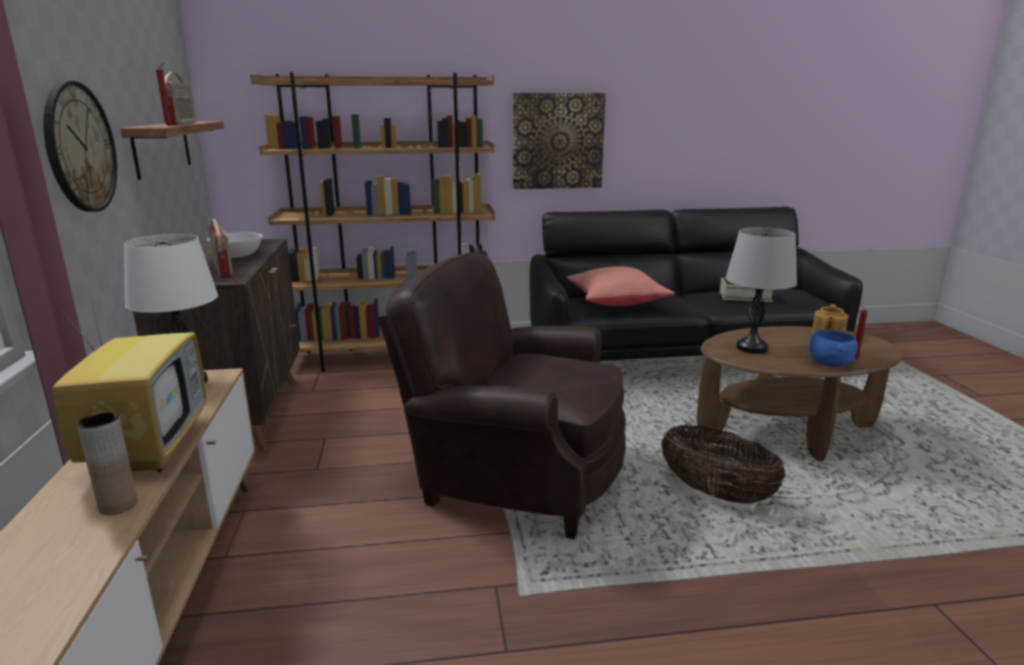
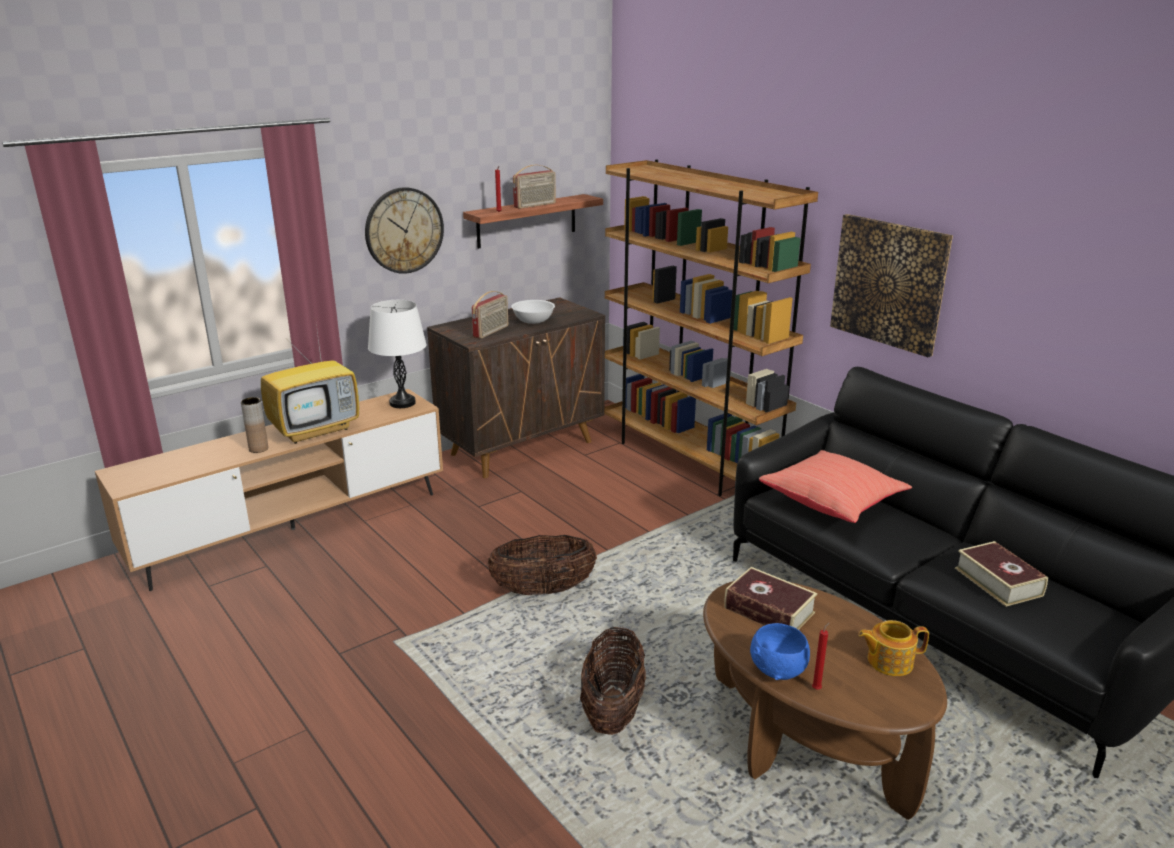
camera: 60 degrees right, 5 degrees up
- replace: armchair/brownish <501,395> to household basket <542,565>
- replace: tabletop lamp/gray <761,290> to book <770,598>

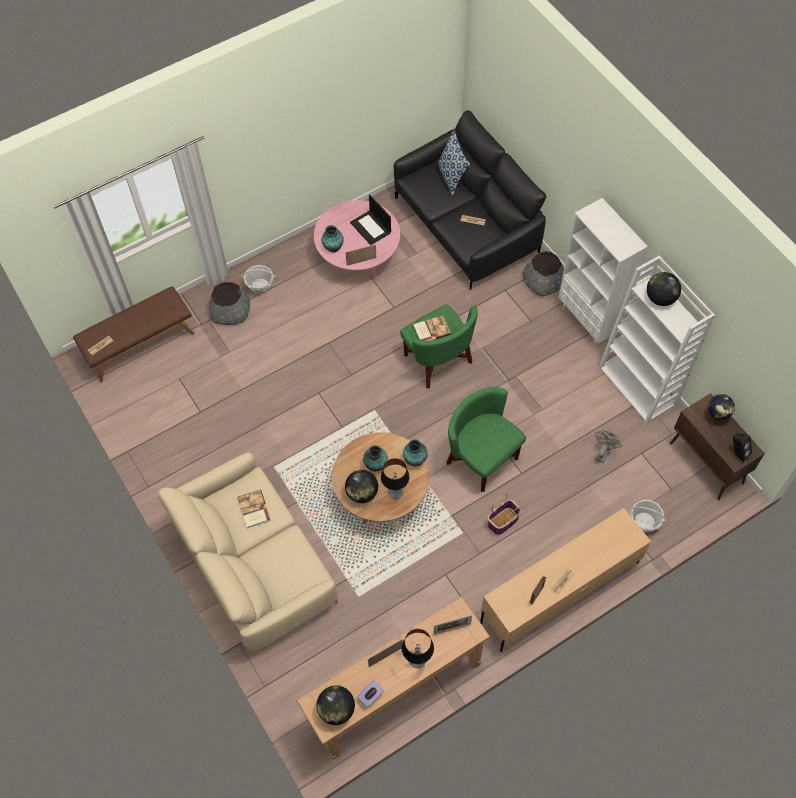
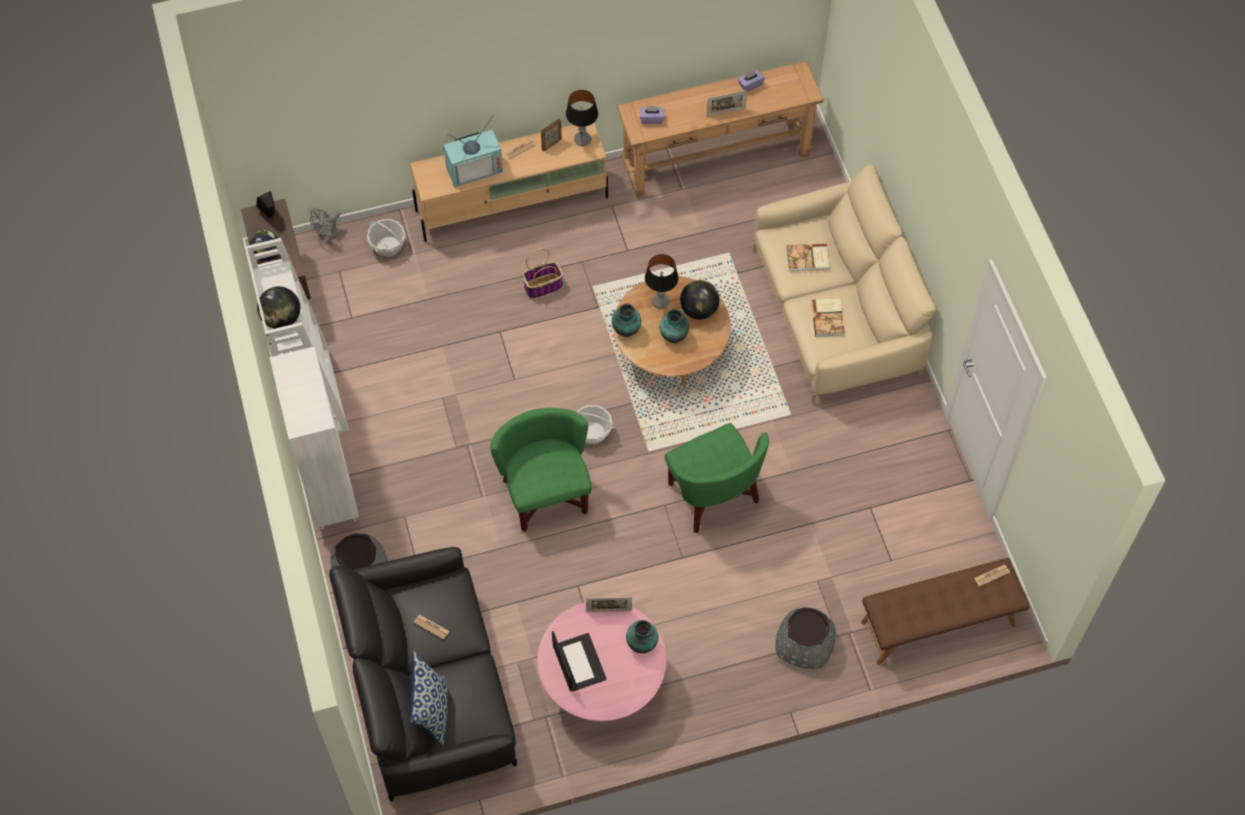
camera: 165 degrees left, 0 degrees up
- move: fan/gray <608,447> to <326,225>
- insert: TV <473,151>
- move: tabletop lamp <418,648> to <582,118>
- move: household basket <258,279> to <596,425>
- replace: photo frame <453,625> to tissue box/purplish <652,114>
- move: armchair/green <486,439> to <717,478>
- move: book <432,328> to <808,257>
- delete: globe <336,705>

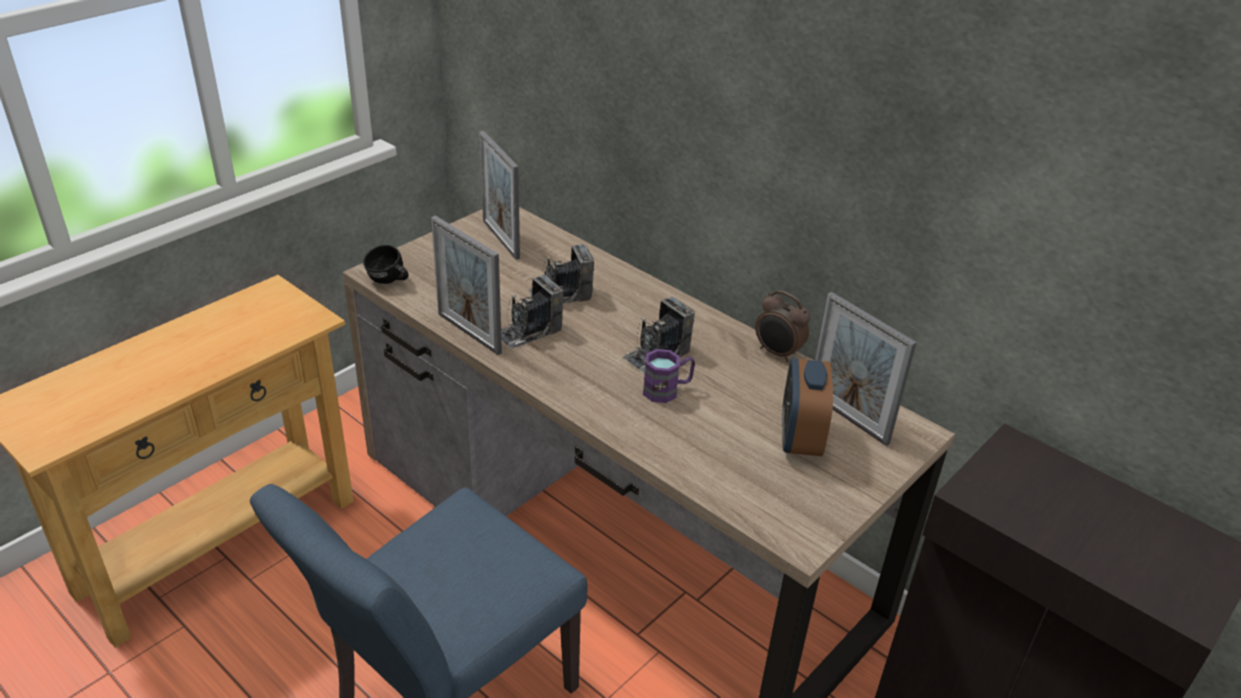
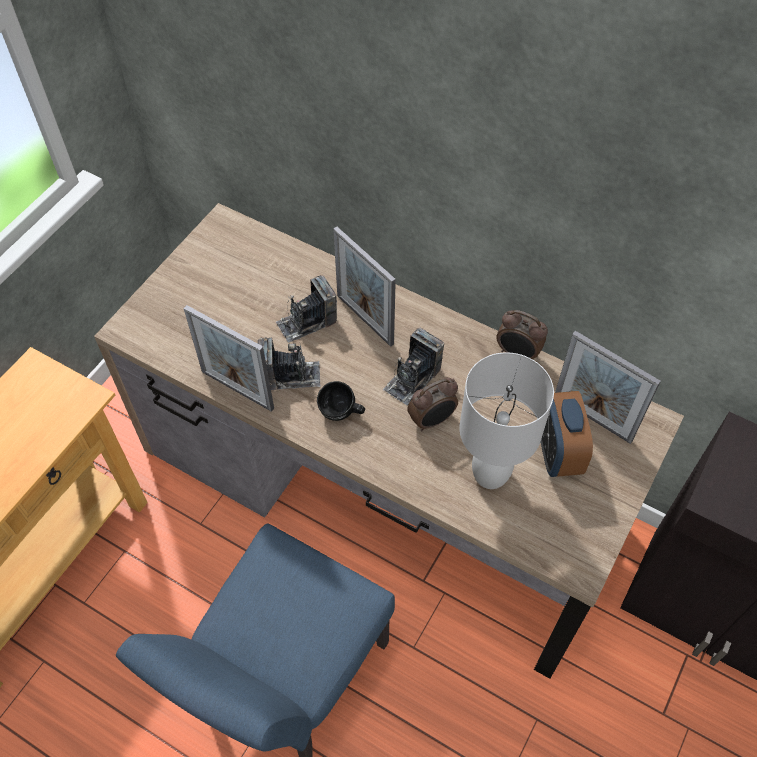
camera: 10 degrees left, 20 degrees up
- rotate: photo camera <532,312> = <289,363> 135 degrees counterclockwise
- move: mug/black-coloured <386,264> to <341,401>
- move: photo frame <499,195> to <364,287>
- replace: mug/purplish <669,376> to bedside clock <432,404>
- insert: tabletop lamp/whitish <506,421>

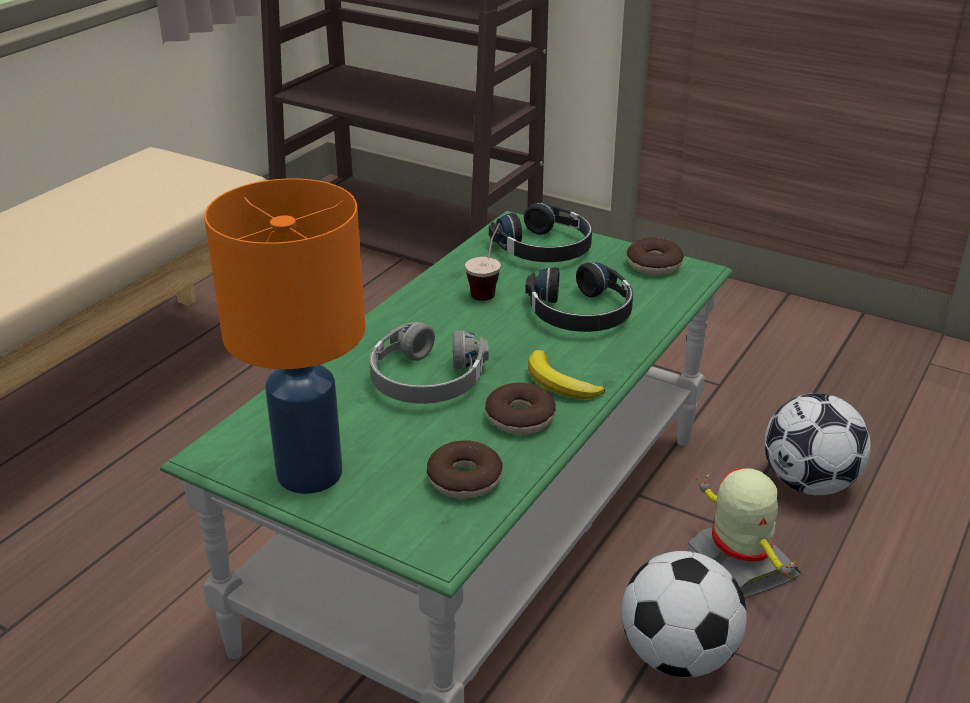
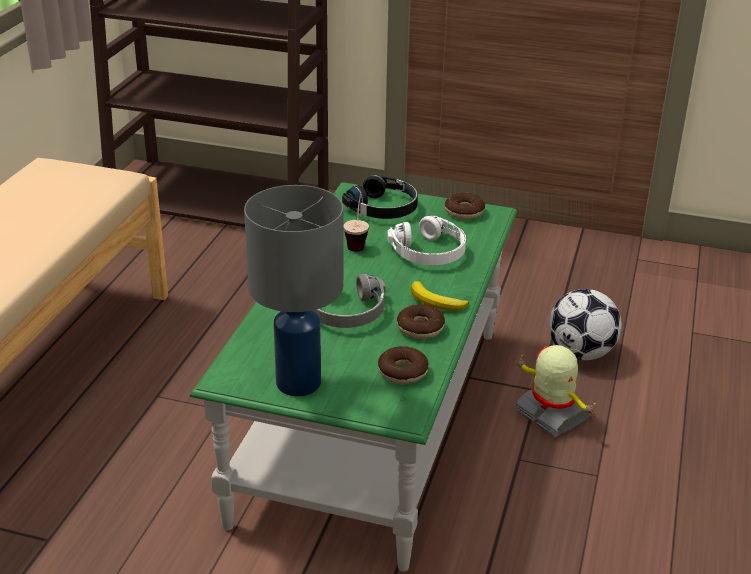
camera: 15 degrees left, 0 degrees up
- recolor: tabletop lamp/orange <284,336> to tabletop lamp/gray <293,290>
- recolor: headphones/black-coloured <579,297> to headphones/whitish <426,240>
- delete: football <684,614>

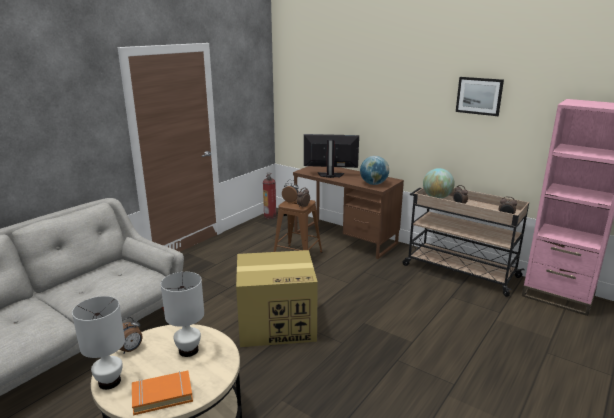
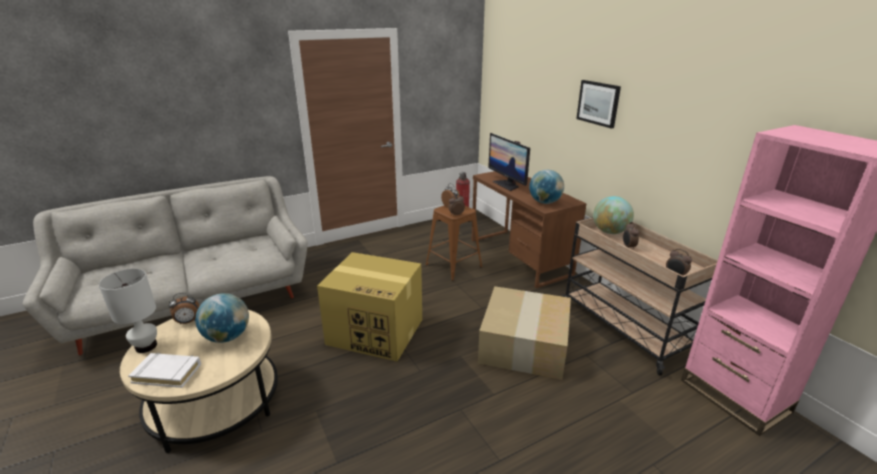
camera: 25 degrees right, 5 degrees up
- recolor: book/orange <162,393> to book/whitish <164,370>
- replace: tabletop lamp/whitish <182,314> to globe <222,318>
- insert: carton <524,333>
- rotate: monitor <331,156> = <509,162> 150 degrees counterclockwise
- move: picture <480,96> to <598,104>

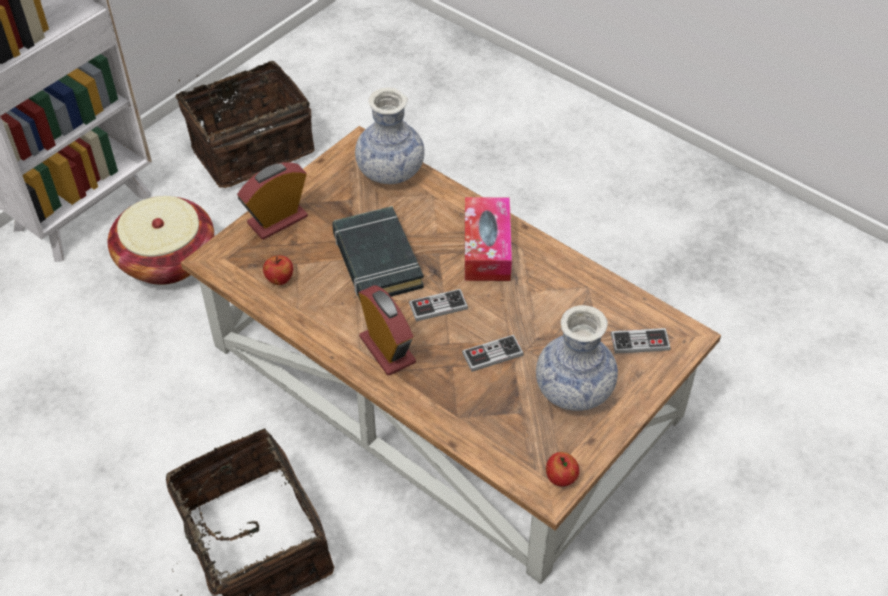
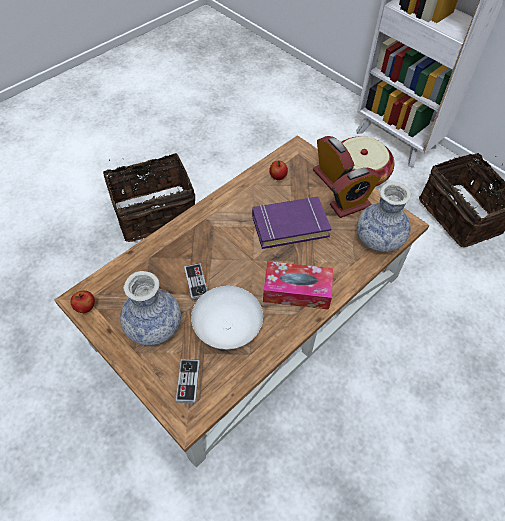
camera: 95 degrees right, 5 degrees up
- insert: deep dish/whitish <227,318>
- recolor: book/black-coloured <378,254> to book/purplish <291,223>
- move: bedside clock <387,330> to <355,193>
- delete: joypad <438,305>

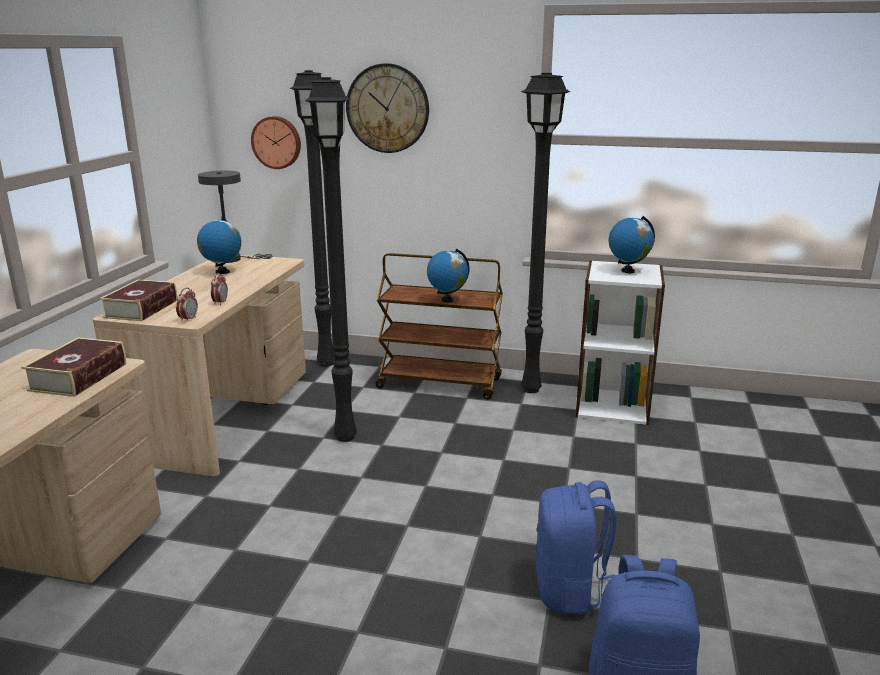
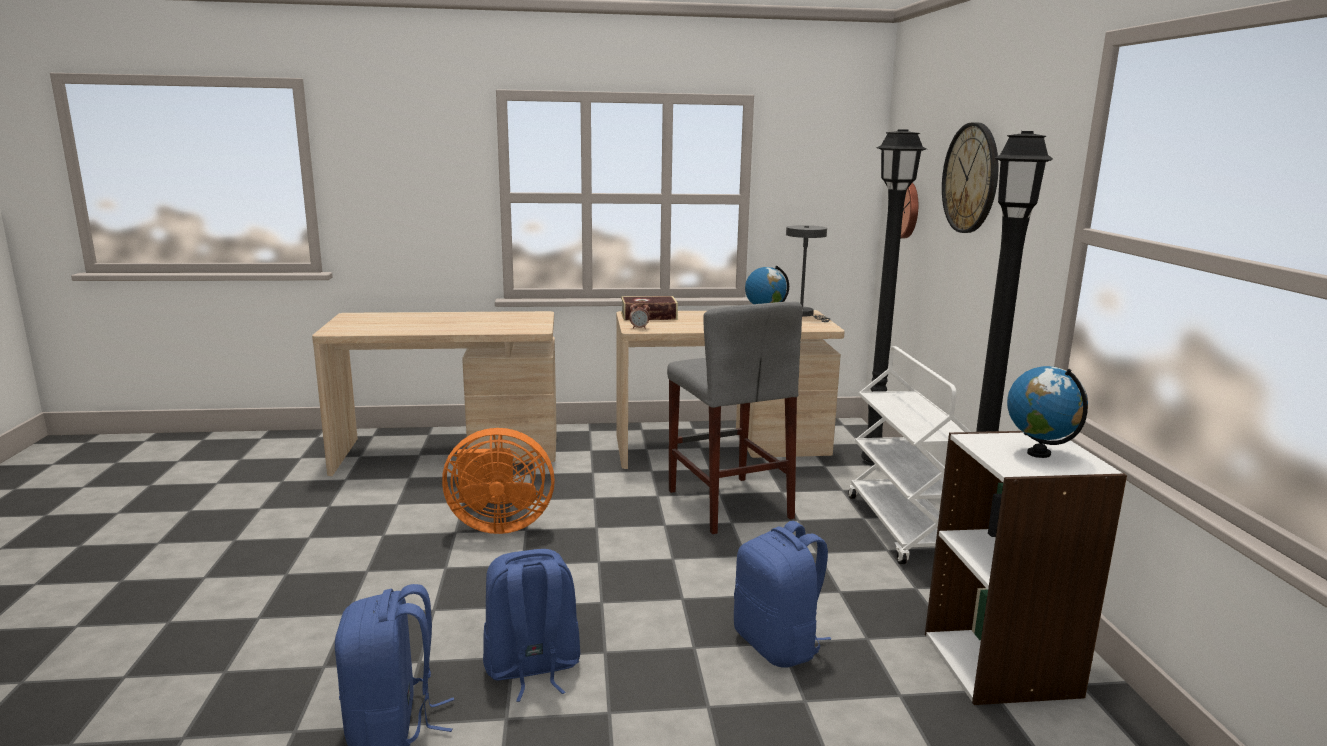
camera: 70 degrees right, 5 degrees down
- insert: fan/orange <498,481>
- replace: standard lamp/black-coloured <331,259> to sitting stool/gray <735,418>
- insert: knapsack/bluish <782,594>
- recolor: cart/brownish <439,326> to cart/whitish <909,455>
- delete: book <73,367>
- delete: bedside clock <219,289>
- delete: globe <448,275>

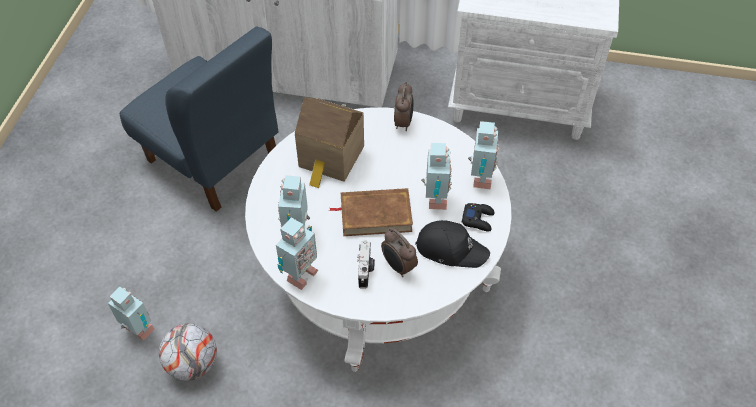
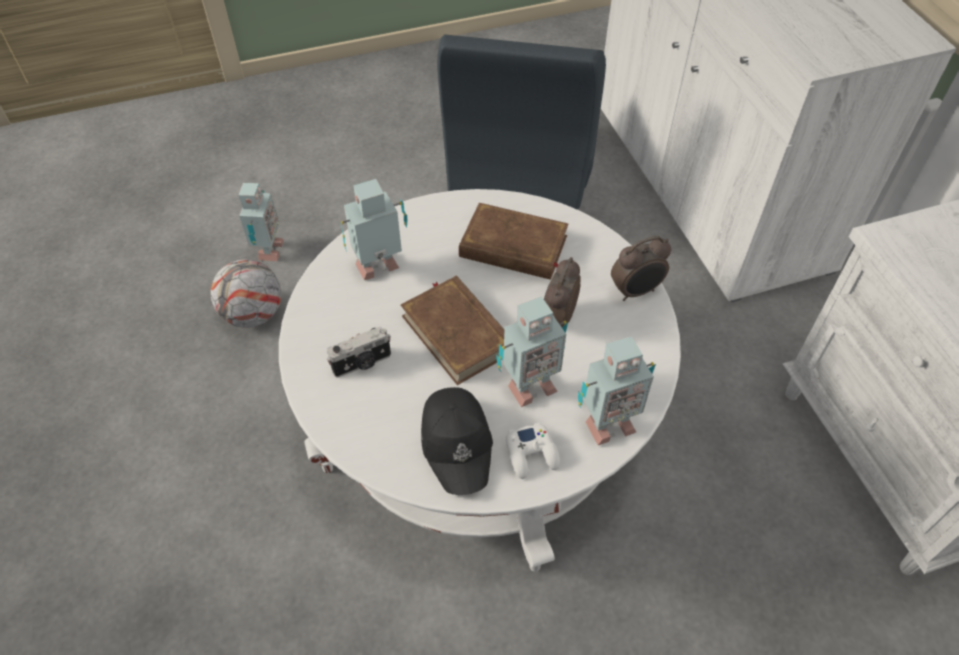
camera: 60 degrees right, 0 degrees up
- replace: toy house <329,143> to book/brownish <513,241>
- recolor: joypad/black-coloured <478,217> to joypad/whitish <533,450>
- move: bedside clock <399,252> to <562,292>
- delete: toy robot <297,254>

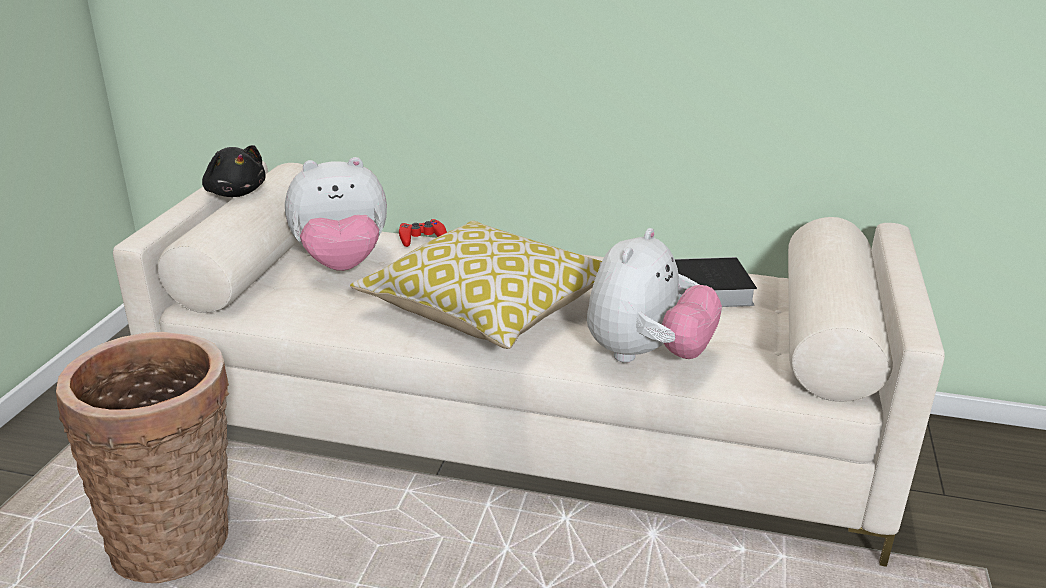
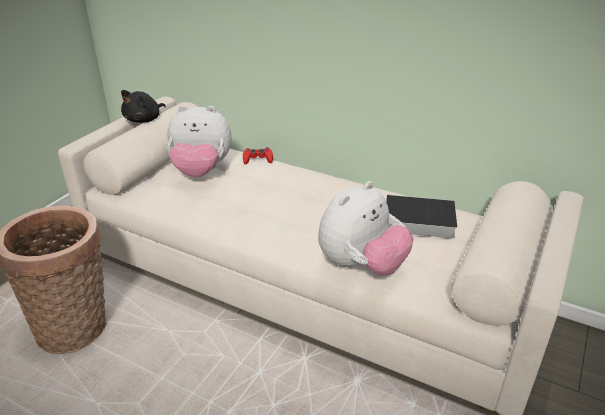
camera: 15 degrees right, 5 degrees up
- rotate: plush toy/black-coloured <234,171> = <143,106> 60 degrees clockwise
- delete: pillow <476,285>

